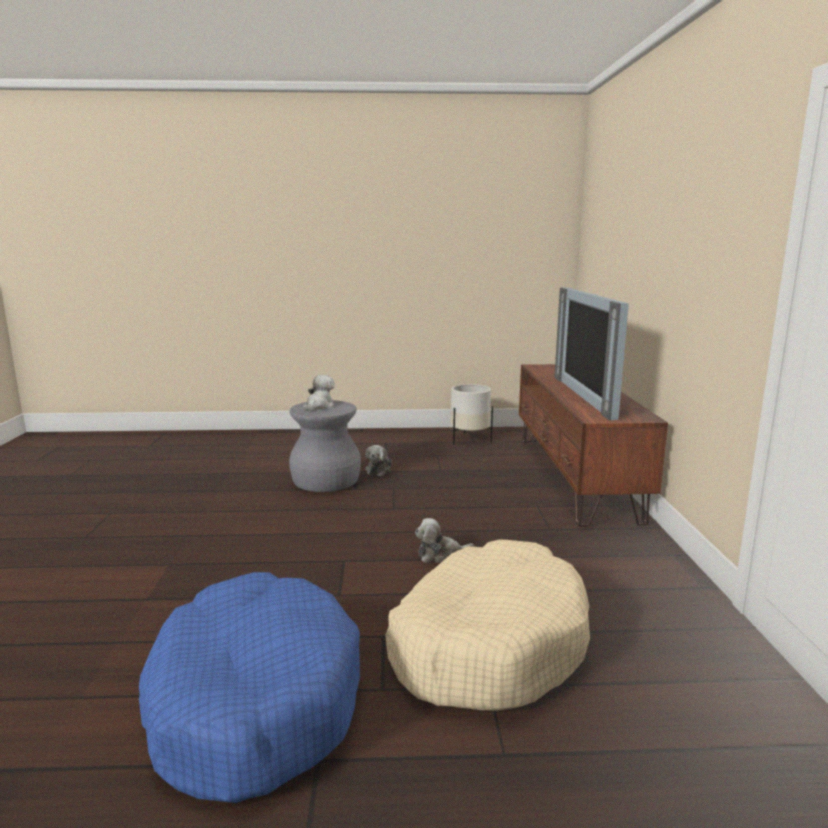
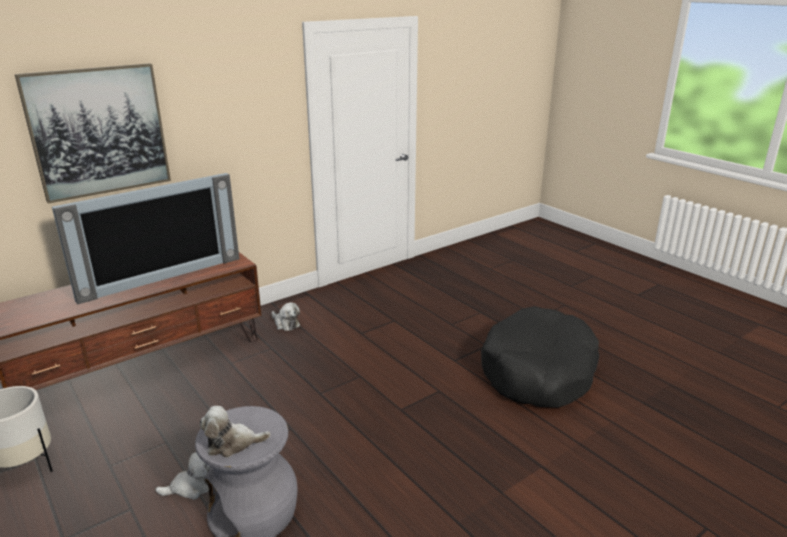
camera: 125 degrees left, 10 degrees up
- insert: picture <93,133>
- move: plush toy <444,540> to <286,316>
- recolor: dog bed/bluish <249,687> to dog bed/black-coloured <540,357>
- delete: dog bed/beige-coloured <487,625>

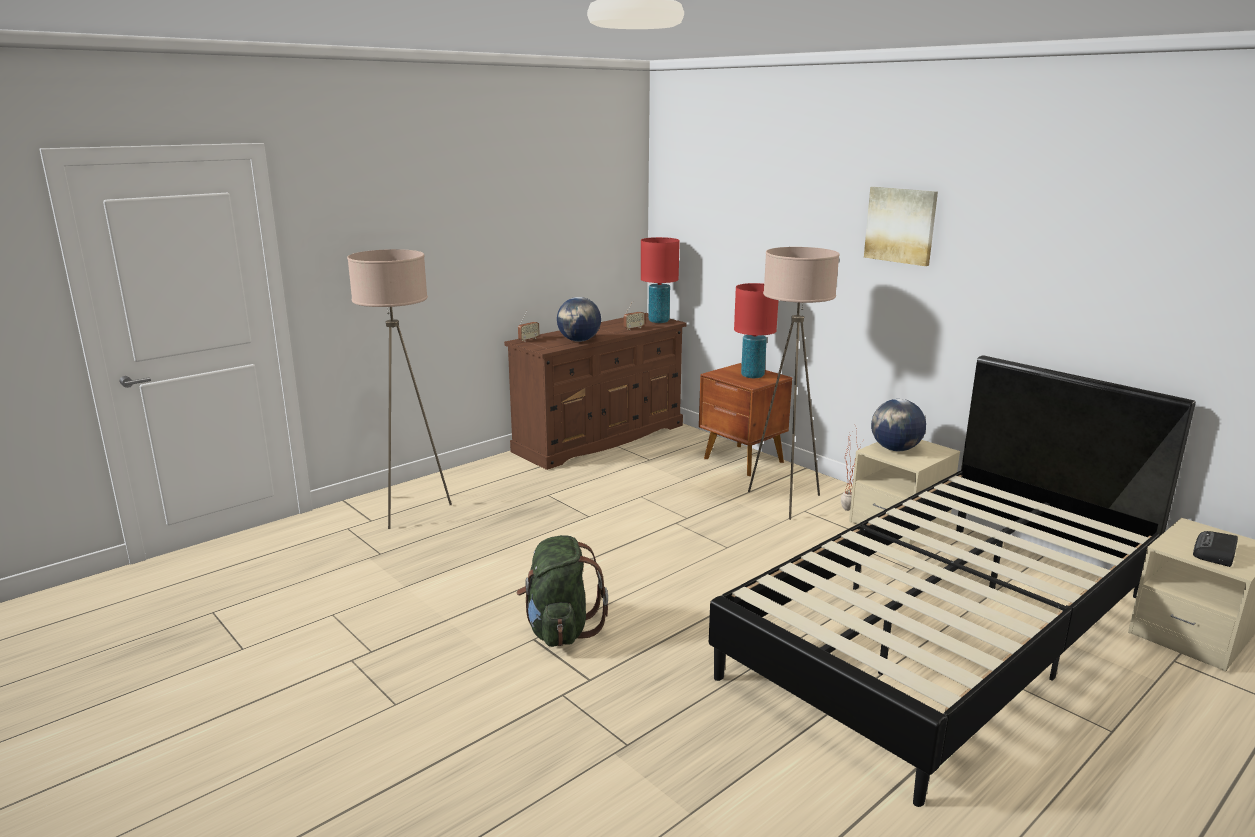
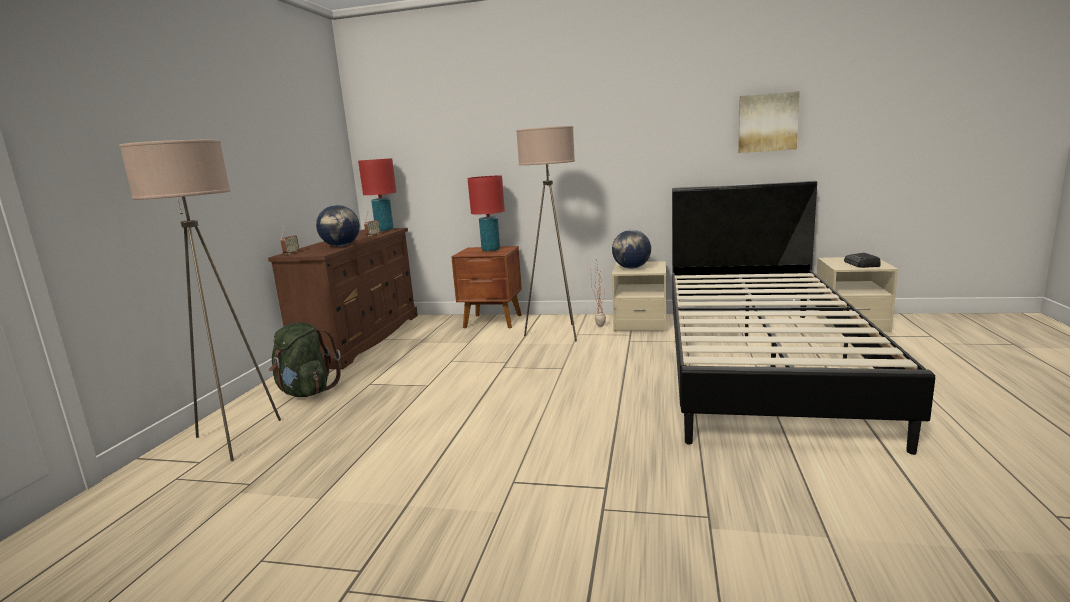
camera: 35 degrees left, 5 degrees down
- move: knapsack/green <562,591> to <305,359>
- move: picture <901,226> to <769,122>

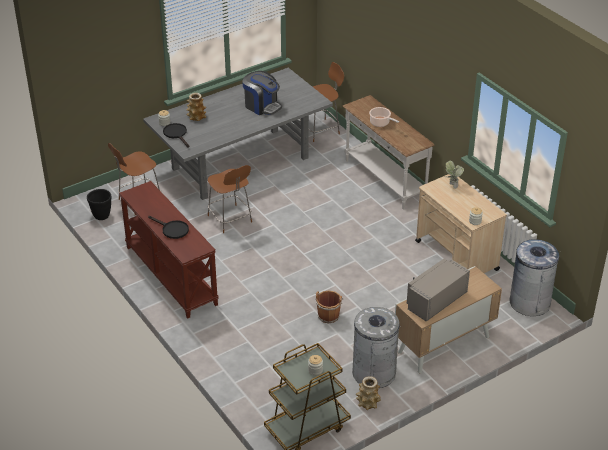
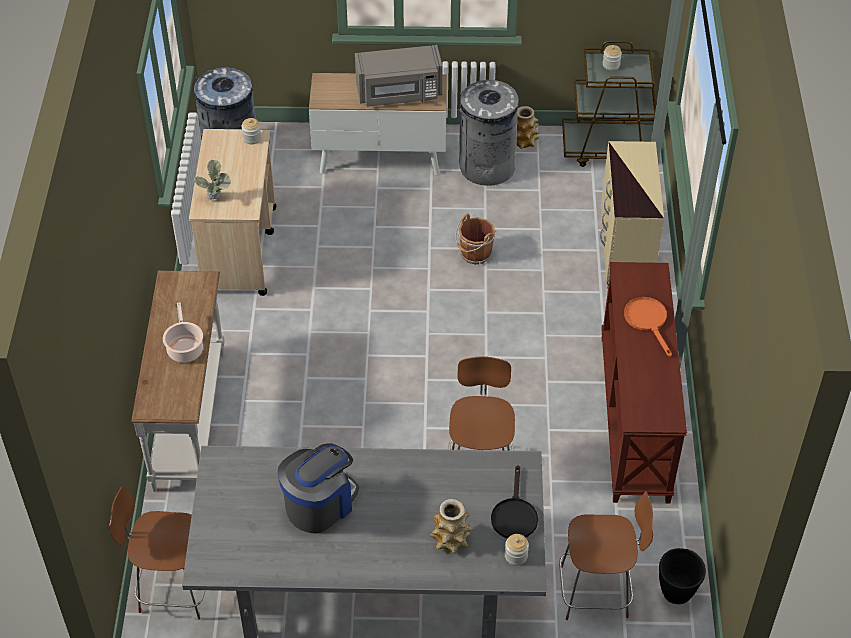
camera: 145 degrees left, 10 degrees up
- rotate: coffee machine <262,93> = <318,488> 60 degrees clockwise
- insert: chest of drawers/beige-coloured <632,215>
- recolor: frying pan/black-coloured <168,227> to frying pan/orange <648,327>

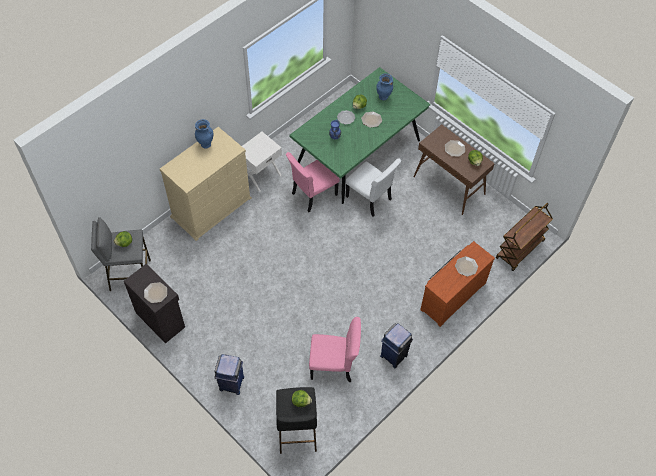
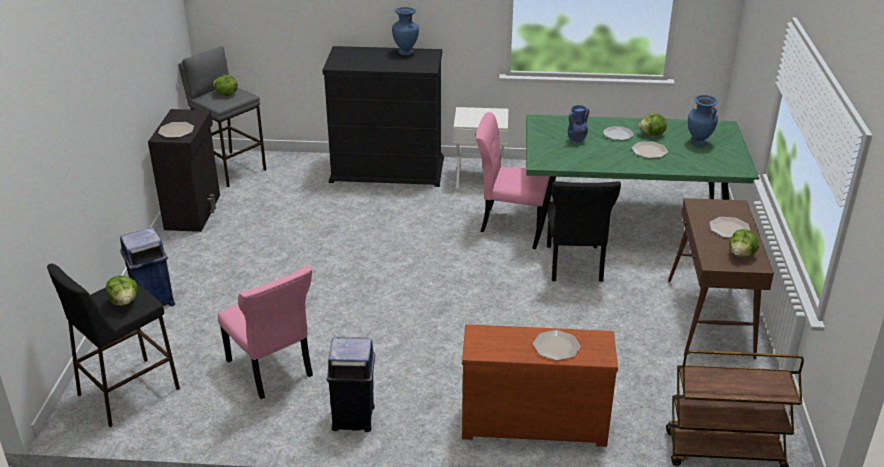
camera: 50 degrees right, 25 degrees down
- recolor: chest of drawers/beige-coloured <206,184> to chest of drawers/black-coloured <383,116>
- recolor: chair/whitish <373,187> to chair/black-coloured <584,231>

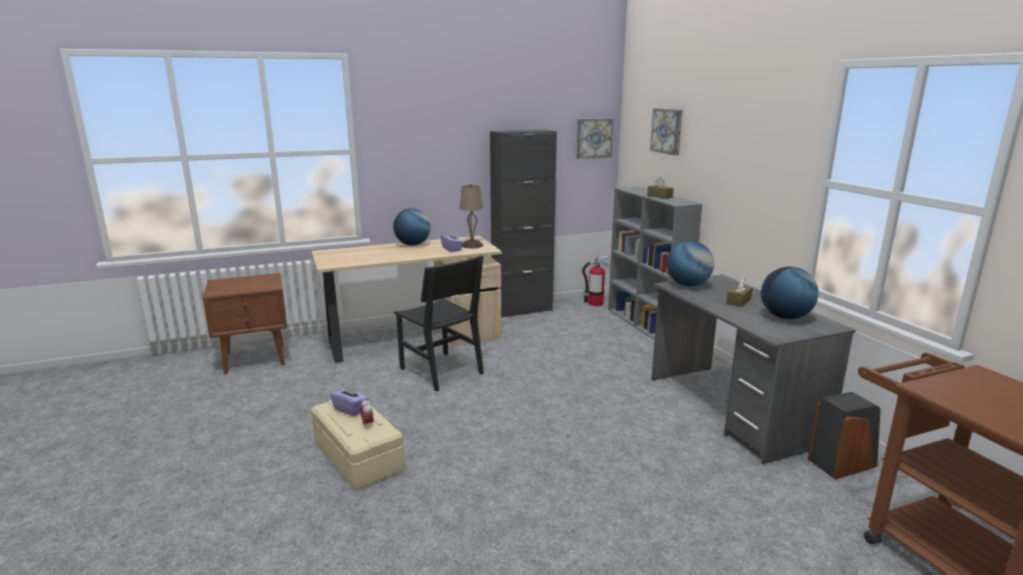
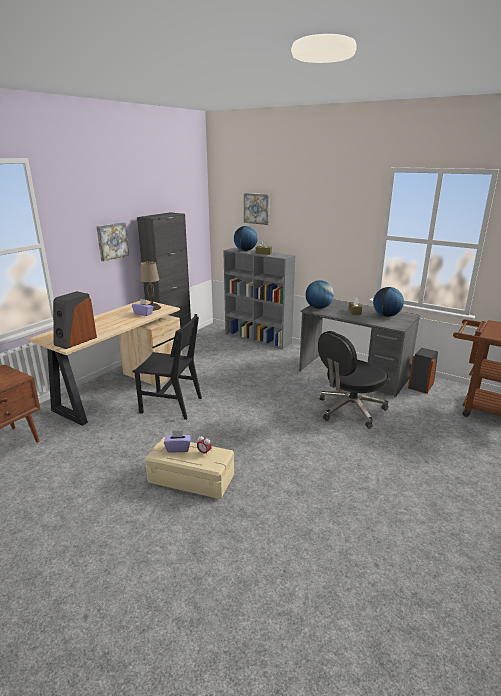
camera: 35 degrees left, 5 degrees up
- insert: loudspeaker <75,320>
- move: picture <595,138> to <112,241>
- move: globe <412,227> to <246,238>
- insert: computer chair/black-coloured <353,380>
- delete: extinguisher <596,280>

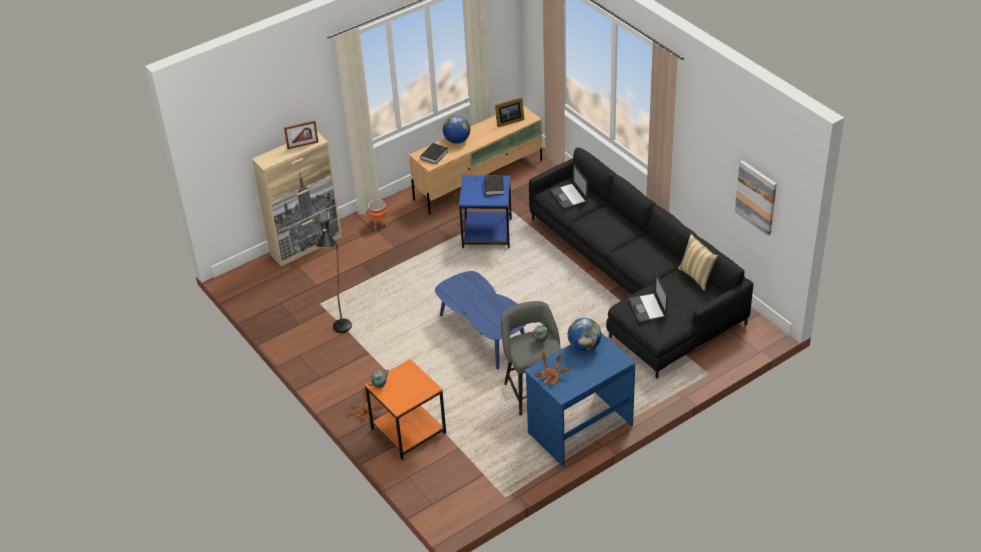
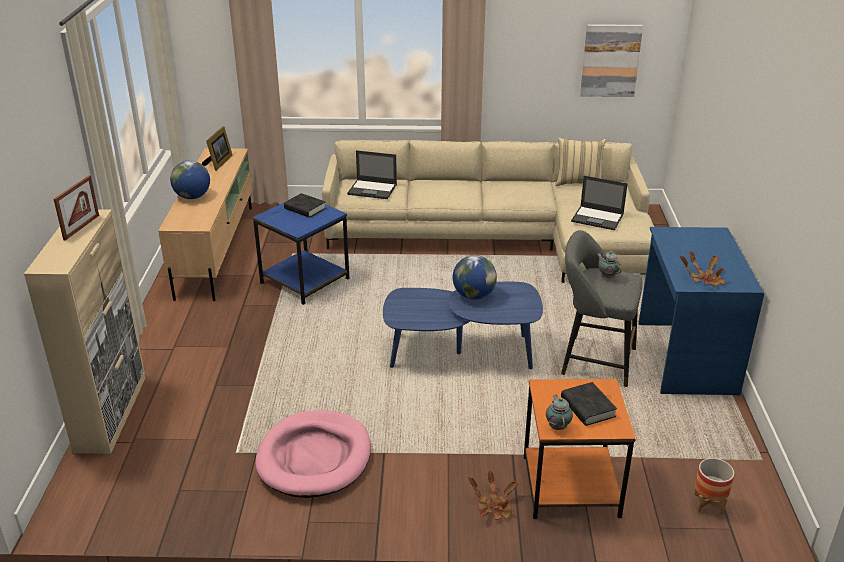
camera: 55 degrees left, 10 degrees down
- replace: standard lamp/black-coloured <334,277> to dog bed/pink <313,454>
- recolor: settee/black-coloured <641,263> to settee/beige-coloured <488,211>
- move: globe <584,335> to <475,277>
- move: book/black-coloured <434,153> to <589,404>
- move: flower pot <378,214> to <714,486>

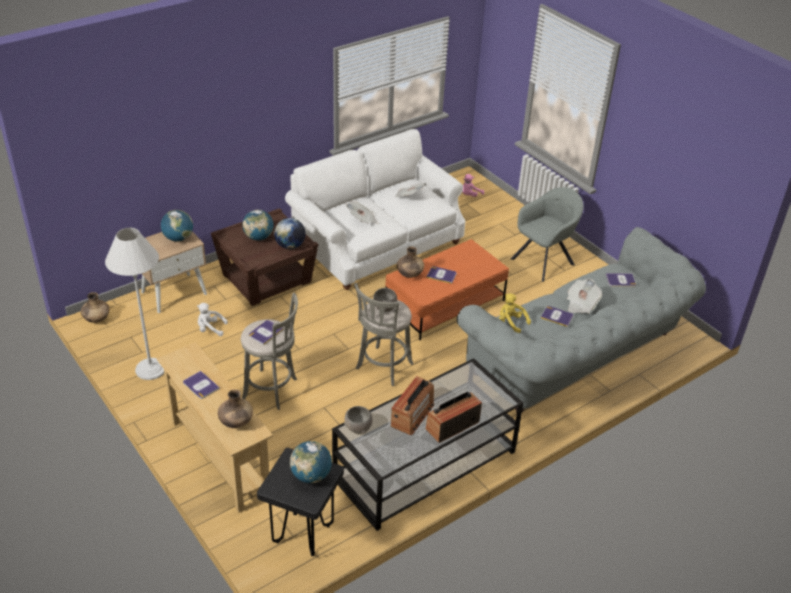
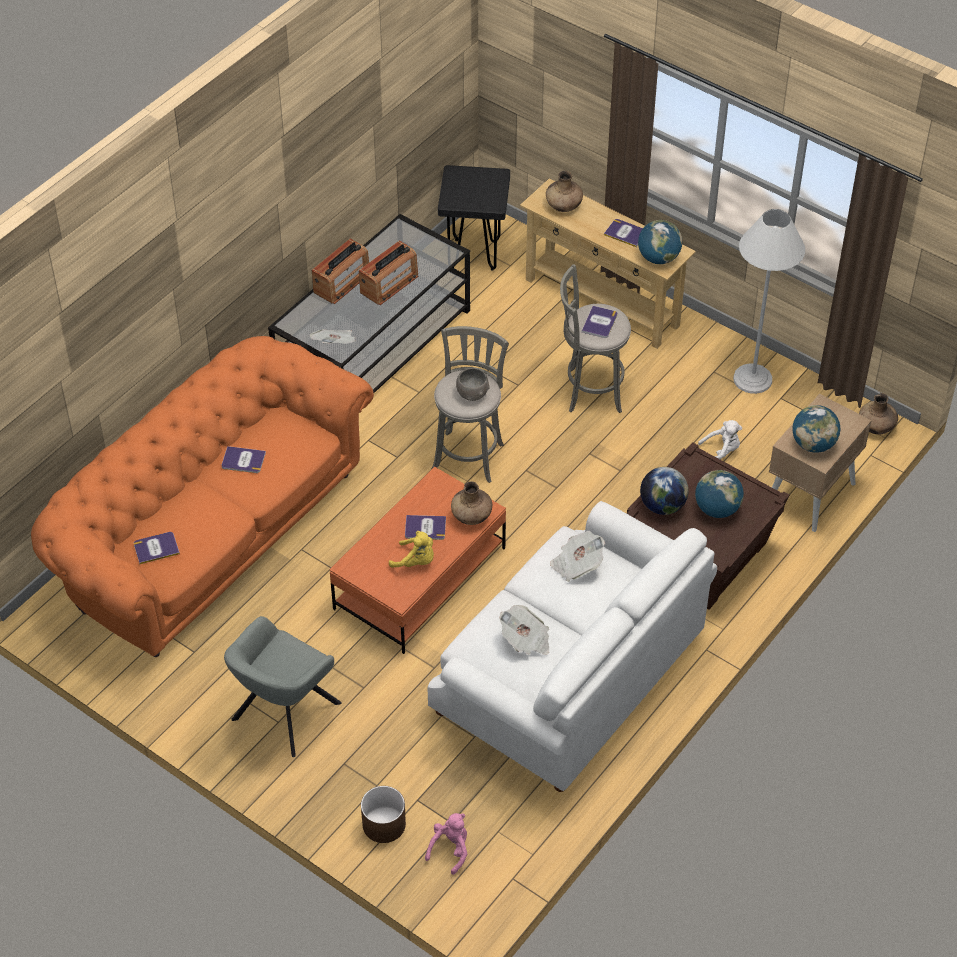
camera: 165 degrees right, 10 degrees up
- recolor: settee/gray <581,320> to settee/orange <202,496>
- move: newspaper <584,296> to <333,336>
- rotate: radio <412,405> = <388,272> 150 degrees counterclockwise
- insert: flower pot/brownish <383,814>
- move: plush toy/yellowish <515,313> to <411,549>
- move: globe <311,462> to <660,242>
- delete: deep dish/gray <358,420>

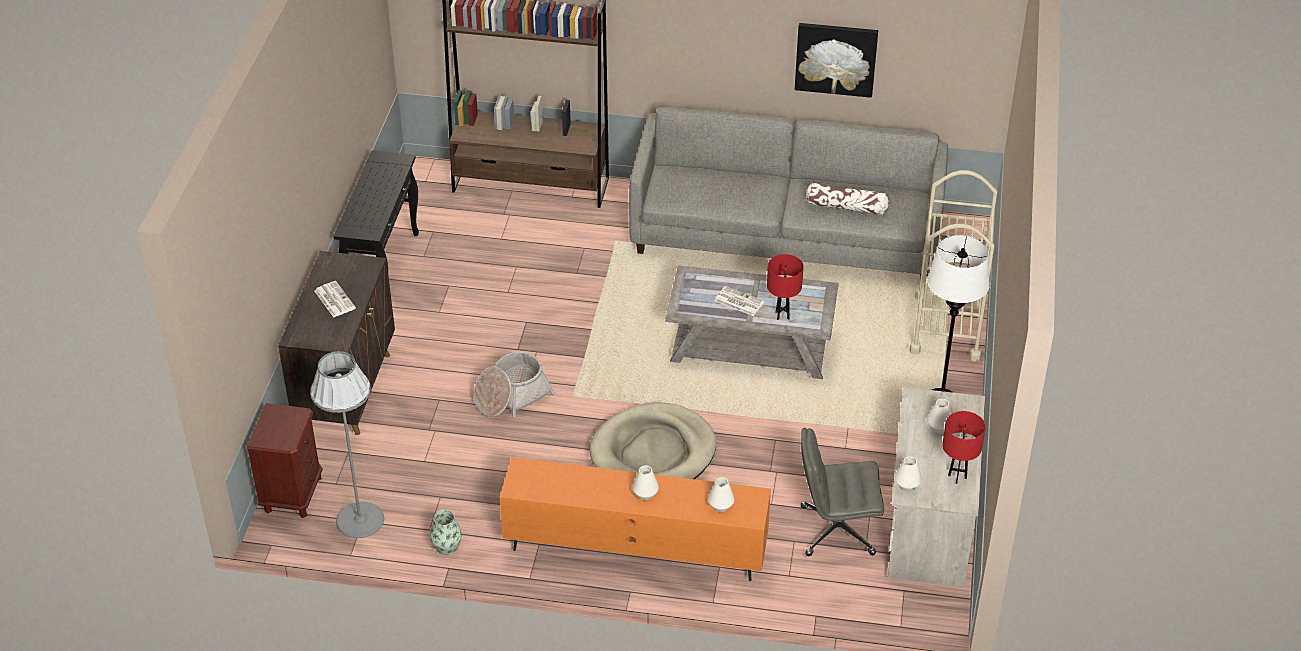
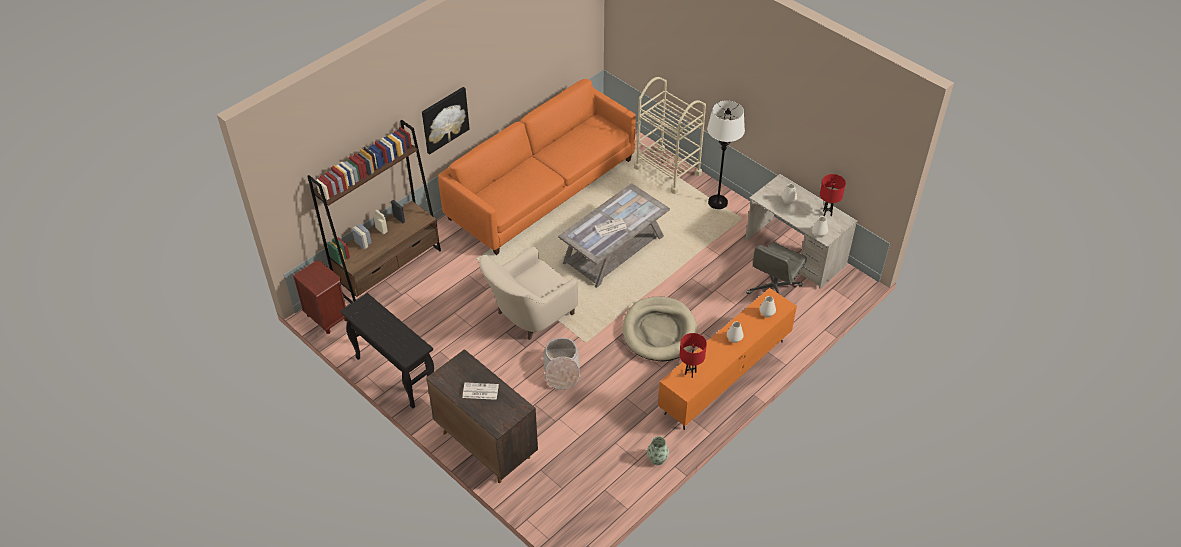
camera: 55 degrees left, 5 degrees up
- move: nightstand/brownish <285,460> to <320,297>
- move: picture <836,60> to <446,121>
- recolor: settee/gray <788,192> to settee/orange <537,167>
- insert: armchair/beige-coloured <528,293>
- move: tabletop lamp/red-coloured <785,287> to <693,355>
- delete: standard lamp/gray <347,444>
- delete: pillow <847,198>

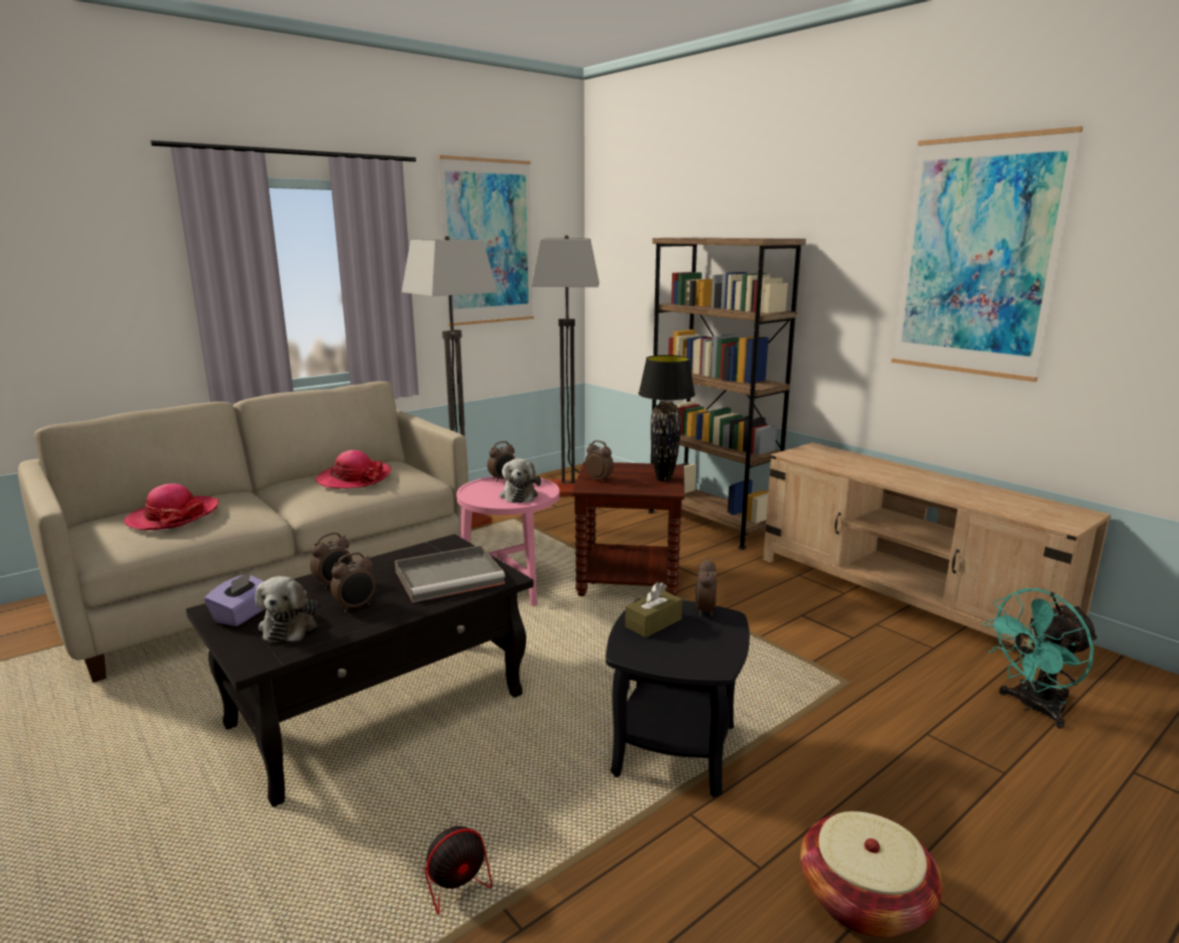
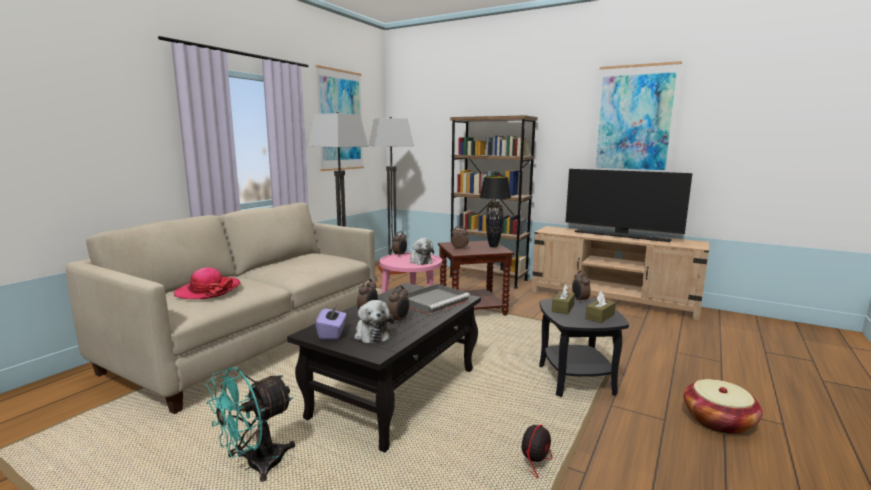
camera: 20 degrees left, 5 degrees down
- move: fan/turquoise-coloured <1040,658> to <250,424>
- insert: TV <629,205>
- insert: tissue box/brownish <600,307>
- delete: hat <353,469>

